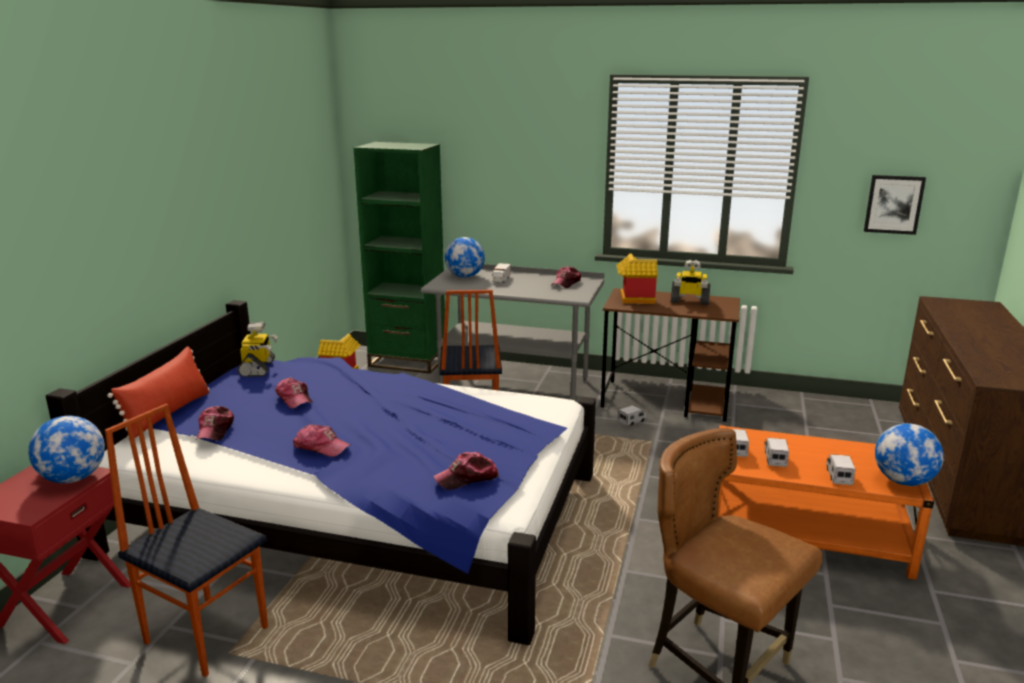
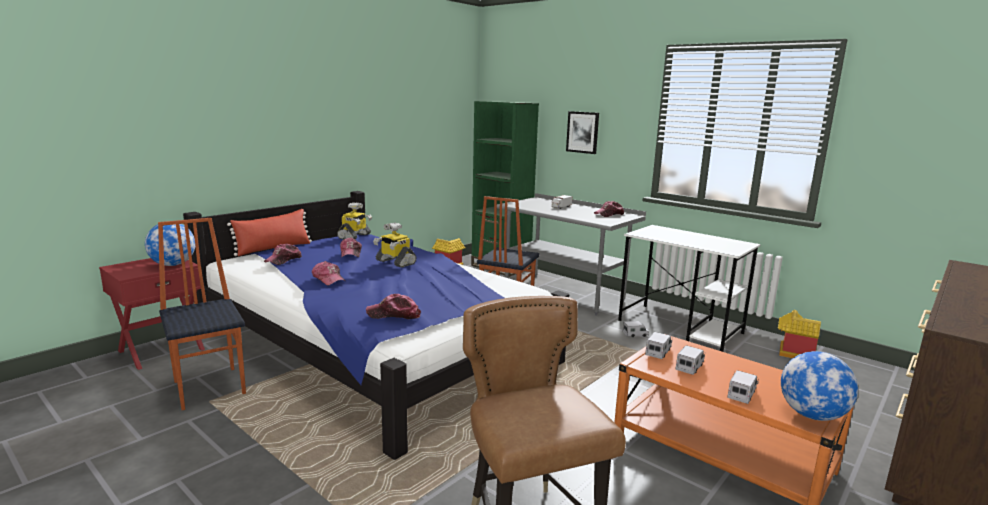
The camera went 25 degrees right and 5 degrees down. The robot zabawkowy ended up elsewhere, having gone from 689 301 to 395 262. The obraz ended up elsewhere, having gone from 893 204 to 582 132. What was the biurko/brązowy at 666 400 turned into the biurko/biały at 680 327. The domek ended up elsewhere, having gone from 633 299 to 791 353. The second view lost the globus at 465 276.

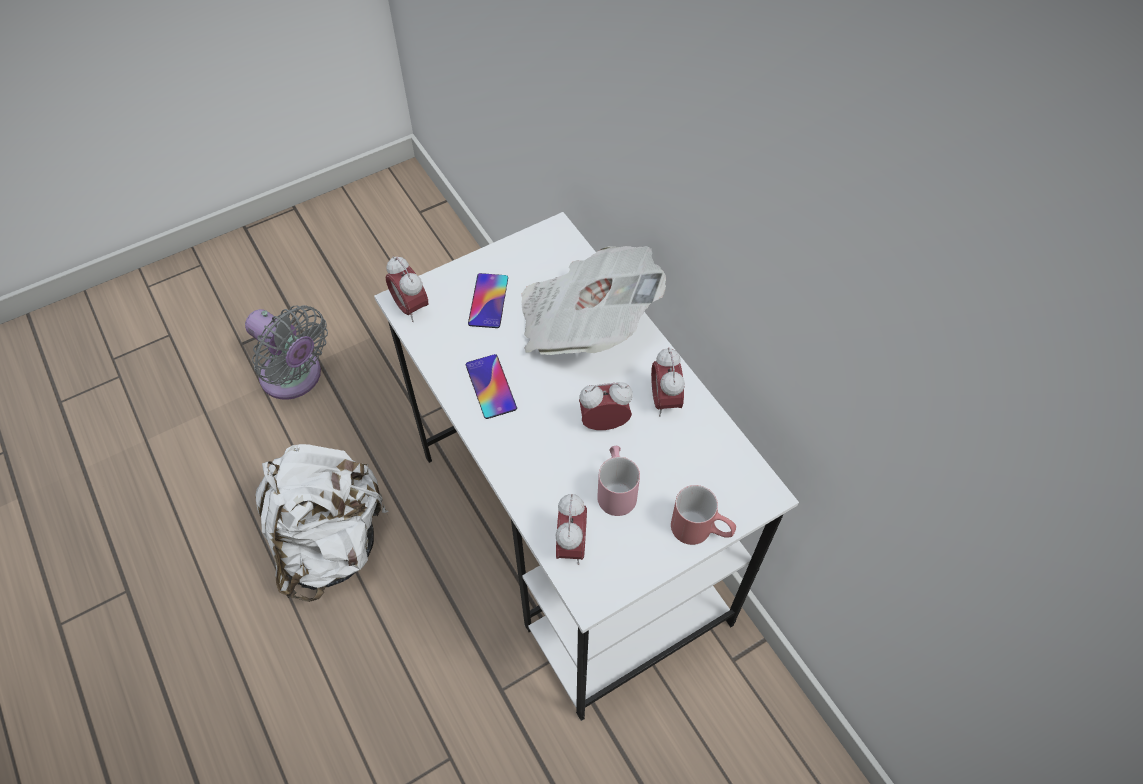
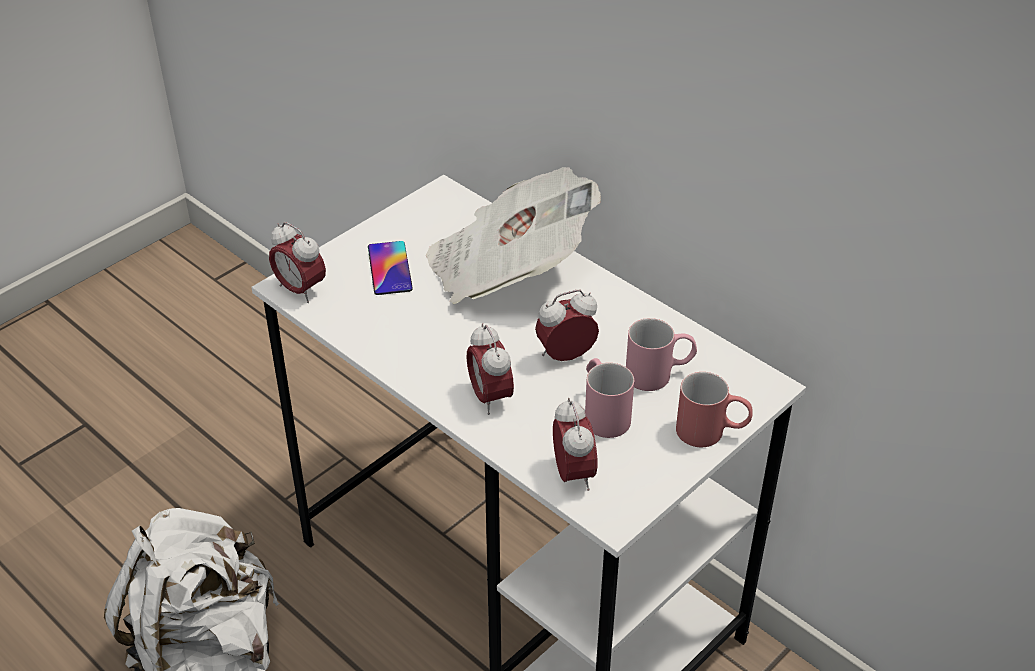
The camera went 15 degrees left and 15 degrees down. The budzik ended up elsewhere, having gone from 664 400 to 490 397. The second view gained the kubek/różowy at 659 374. The second view lost the wentylator/szary at 295 378. The second view lost the telefon at 491 386.

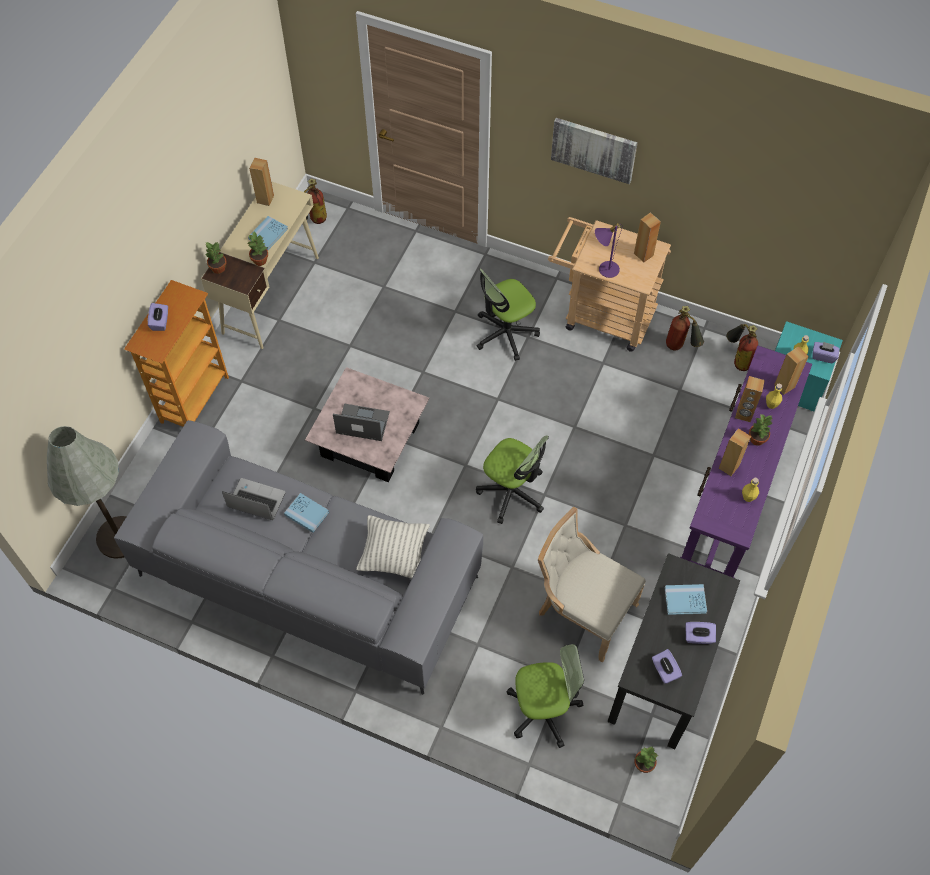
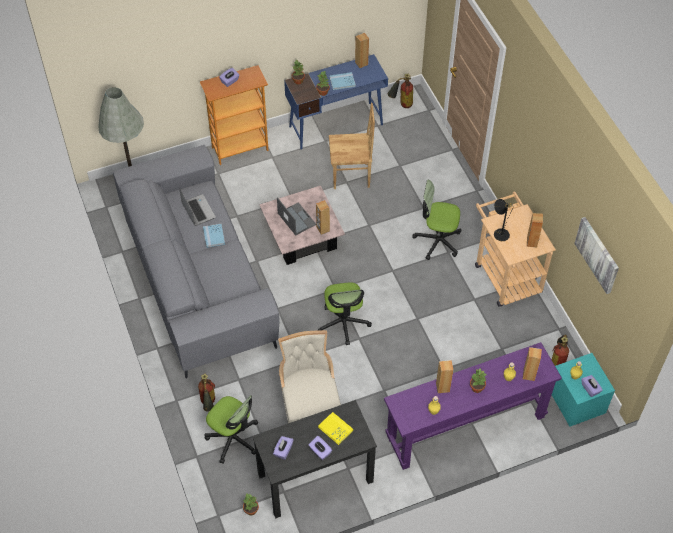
The camera went 45 degrees right and 5 degrees down. The gaśnica ended up elsewhere, having gone from 680 348 to 208 405. What was the biurko/beżowy at 271 294 turned into the biurko/niebieski at 336 125. The głośnik/brązowy ended up elsewhere, having gone from 744 414 to 322 229. What was the książka/niebieski at 685 600 turned into the książka/żółty at 335 429. The second view gained the krzesło/brązowy at 351 177. What was the lampa stołowa/fioletowy at 604 268 turned into the lampa stołowa/czarny at 499 232. The obraz ended up elsewhere, having gone from 594 149 to 597 254. The second view lost the poduszka at 394 554.

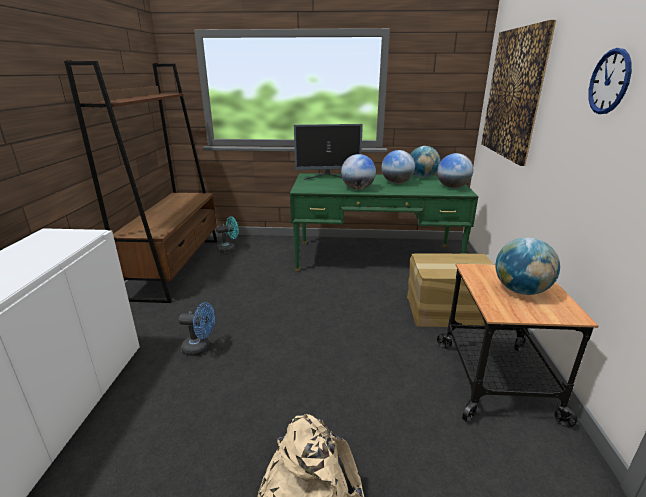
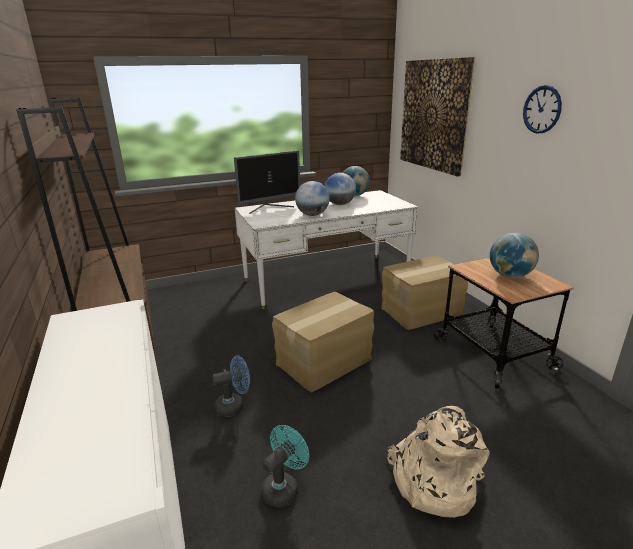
The camera went 25 degrees left and 0 degrees up. What was the biurko/zielony at 375 258 turned into the biurko/biały at 326 280. The wentylator/turkusowy ended up elsewhere, having gone from 229 249 to 284 487. The second view gained the karton at 325 362. The second view lost the globus at 452 187.

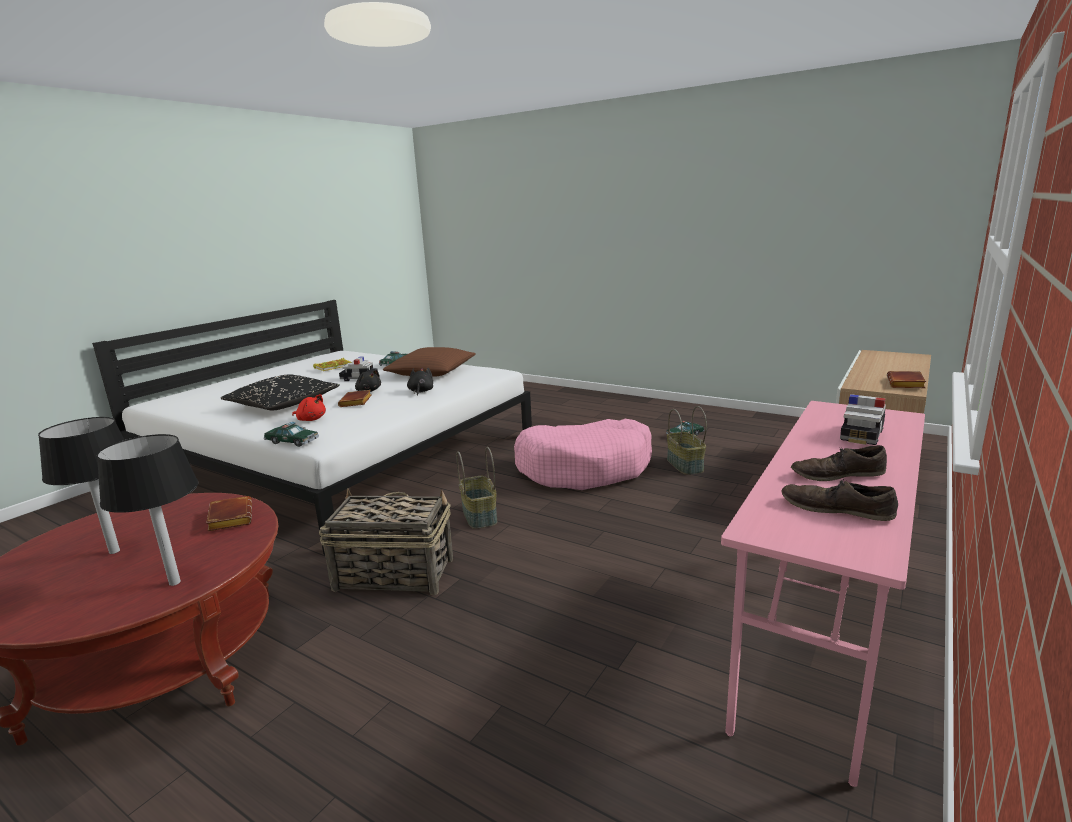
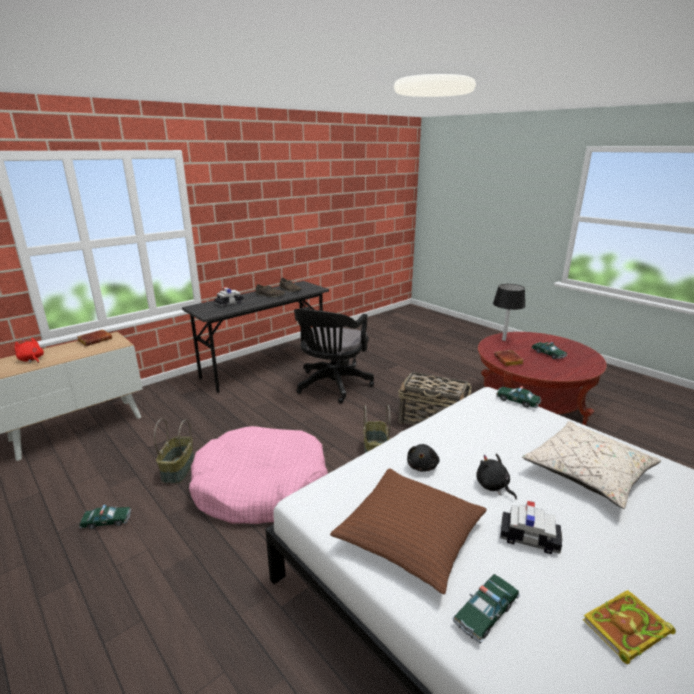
The camera went 165 degrees left and 5 degrees up. The pluszak/czerwony ended up elsewhere, having gone from 311 419 to 31 359. What was the biurko/różowy at 823 640 turned into the biurko/szary at 264 366. The second view gained the krzesło biurowe/czarny at 332 386. What was the poduszka/czarny at 283 405 turned into the poduszka/beżowy at 588 473. Where the lampa stołowa/czarny stood at 114 551, the samochodzik came to stand at 548 354. The second view lost the książka/brązowy at 356 402.

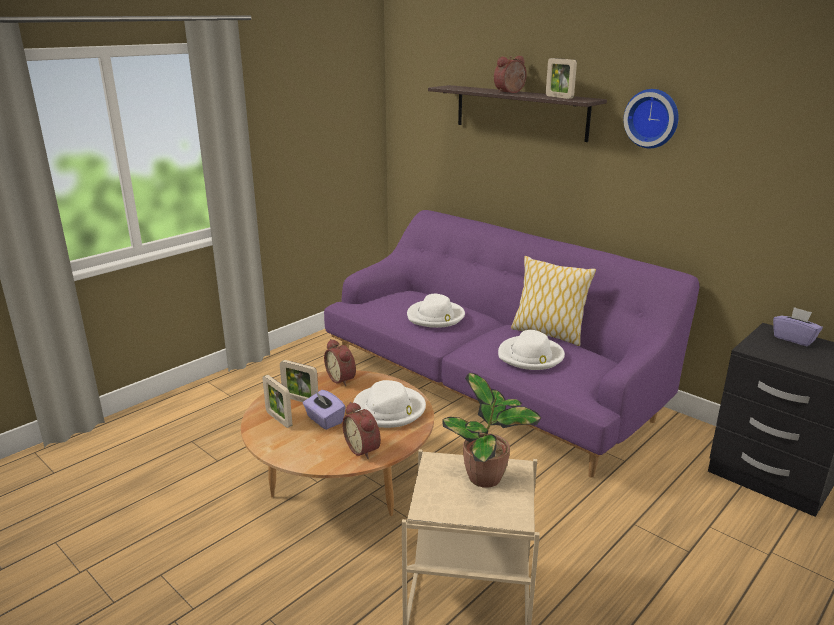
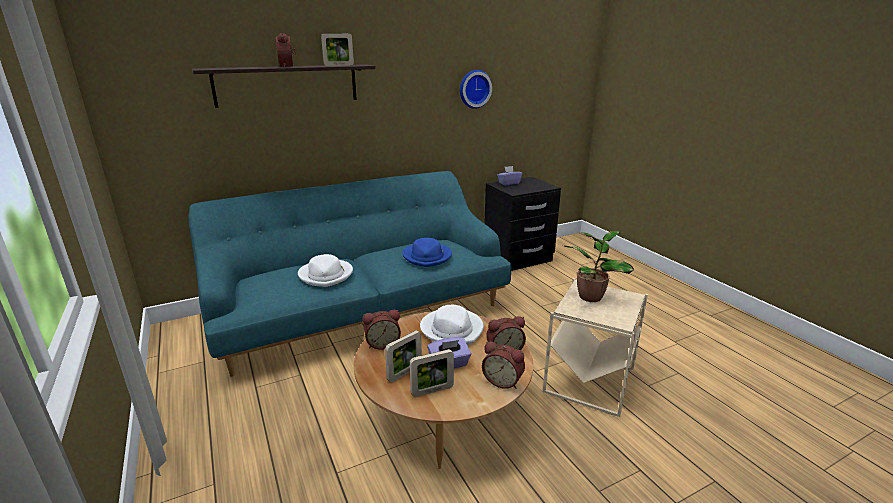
The camera went 70 degrees left and 0 degrees up. What was the kanapa/fioletowy at 490 385 turned into the kanapa/turkusowy at 361 311. What was the kapelusz/biały at 530 356 turned into the kapelusz/niebieski at 427 257. The zegar ścienny ended up elsewhere, having gone from 652 118 to 474 89. The second view gained the budzik at 503 380. The second view lost the poduszka at 548 333.

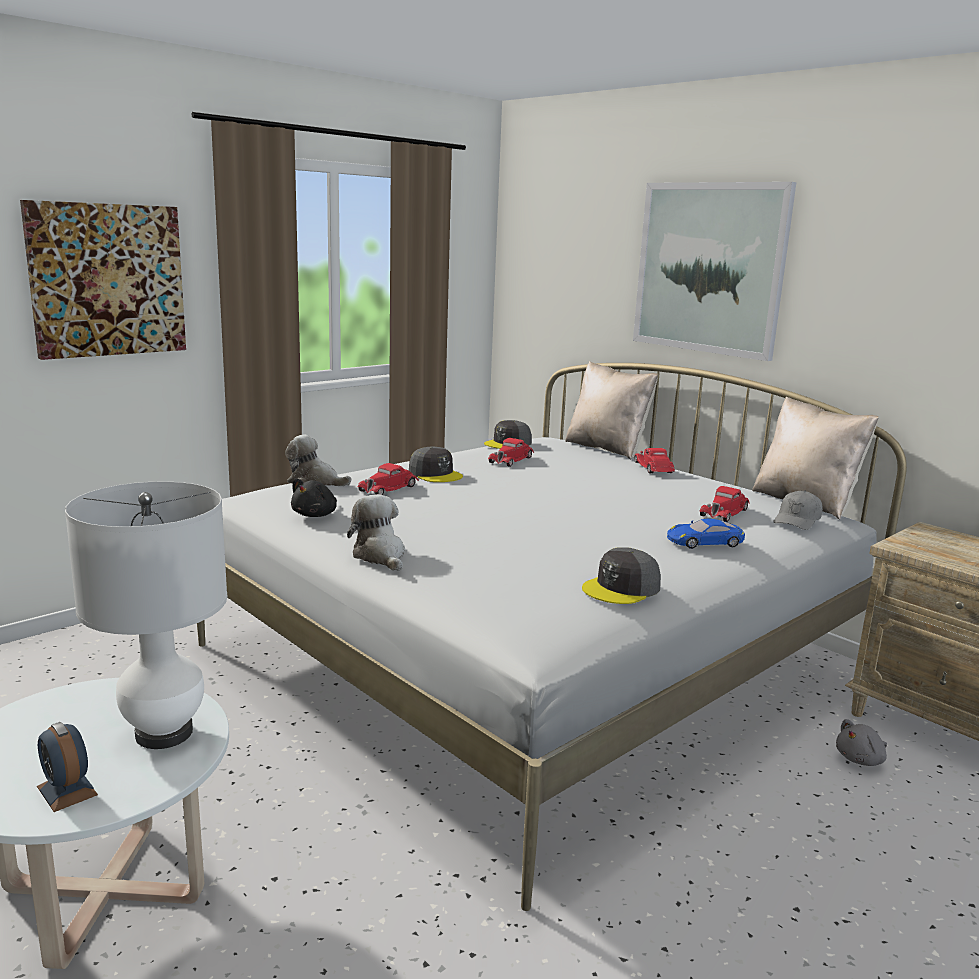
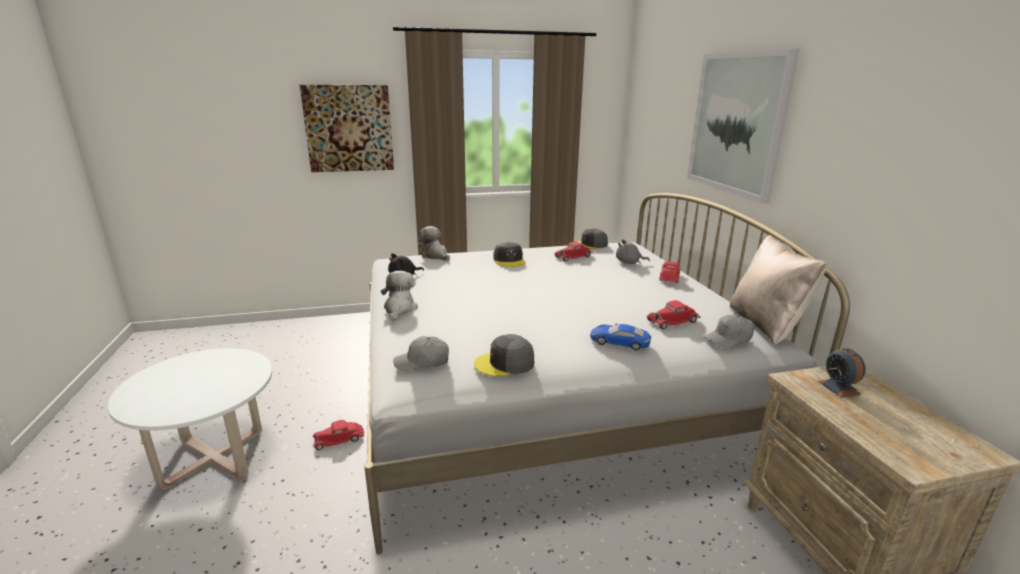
The camera went 30 degrees right and 5 degrees up. The samochodzik/czerwony ended up elsewhere, having gone from 389 488 to 339 439. The second view gained the czapka z daszkiem/szary at 422 362. The pluszak/szary ended up elsewhere, having gone from 861 759 to 629 262. The budzik ended up elsewhere, having gone from 67 790 to 839 387. The second view lost the lampa stołowa/biały at 164 733. The second view lost the poduszka/beżowy at 607 448.

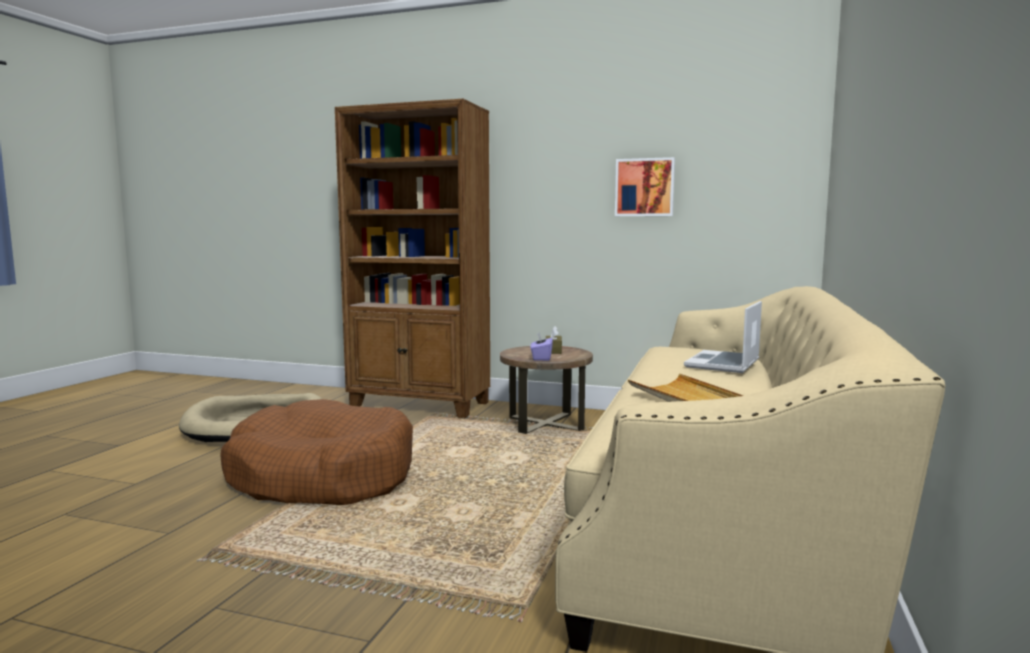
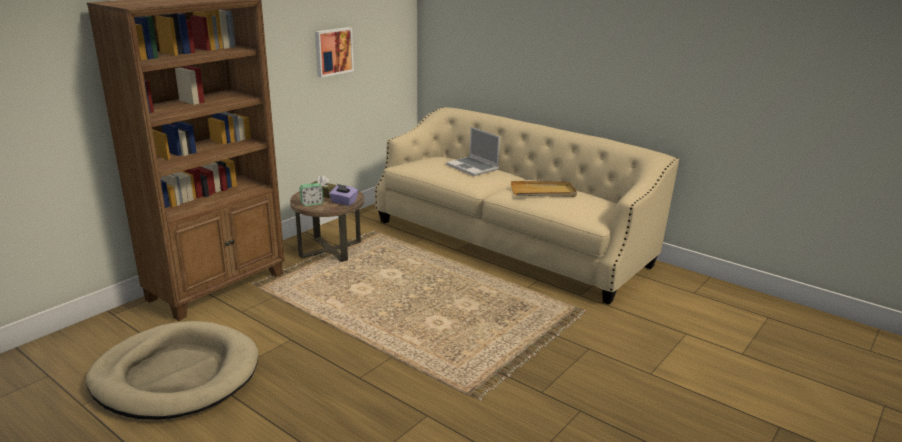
The camera went 70 degrees left and 15 degrees up. The second view gained the budzik at 312 203. The second view lost the legowisko/brązowy at 322 476.

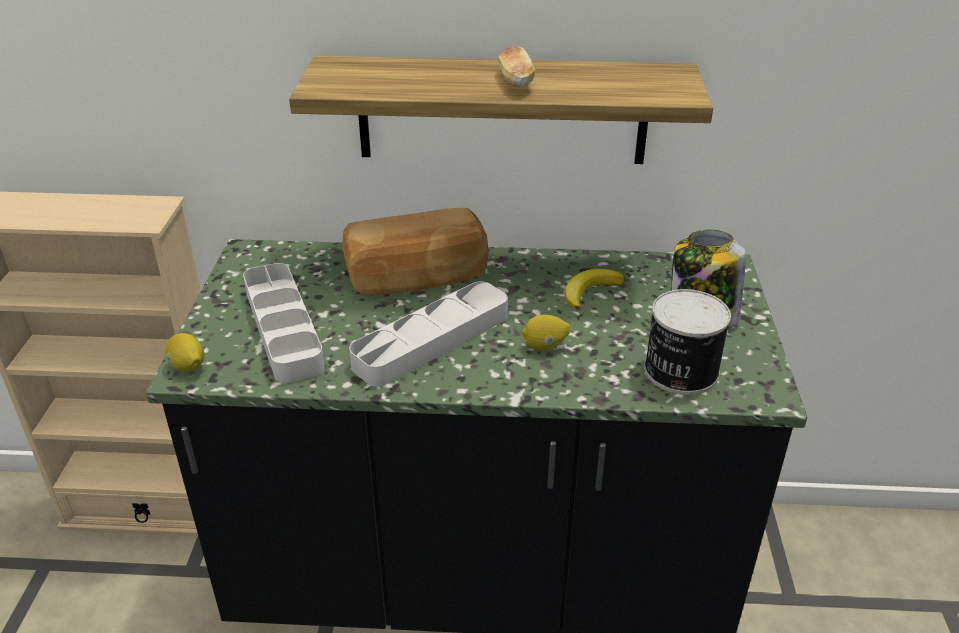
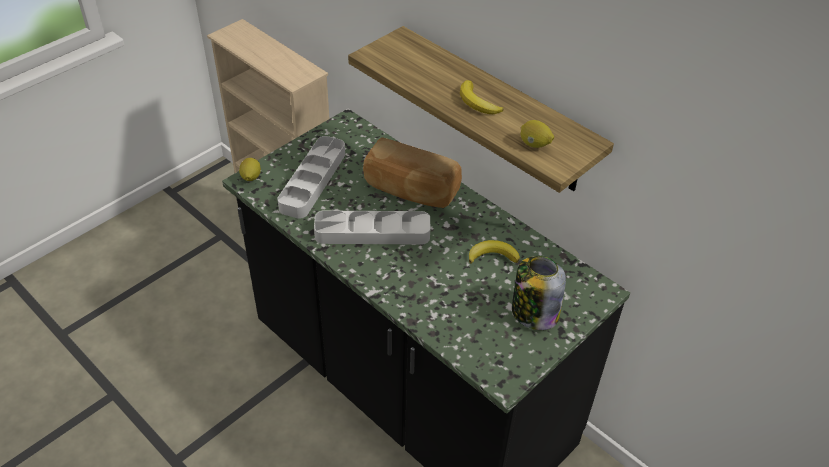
The camera went 40 degrees right and 10 degrees up. Where the chleb stood at 515 82, the banan came to stand at 477 102. The cytryna ended up elsewhere, having gone from 545 346 to 534 144. The second view lost the puszka at 679 371.

